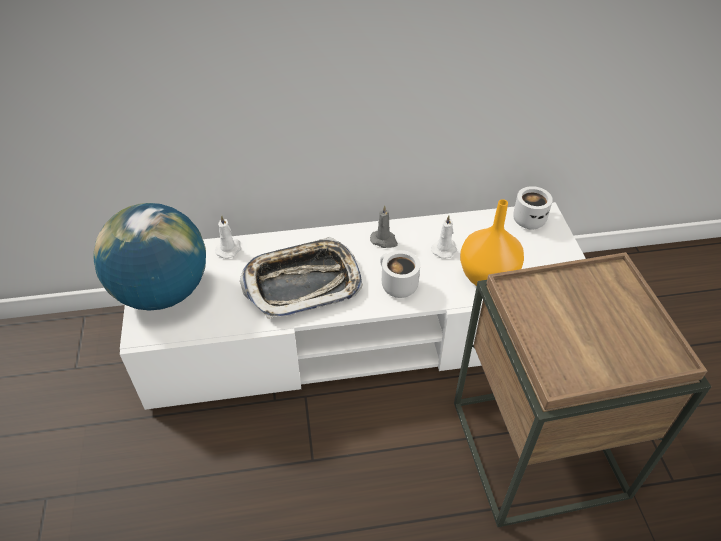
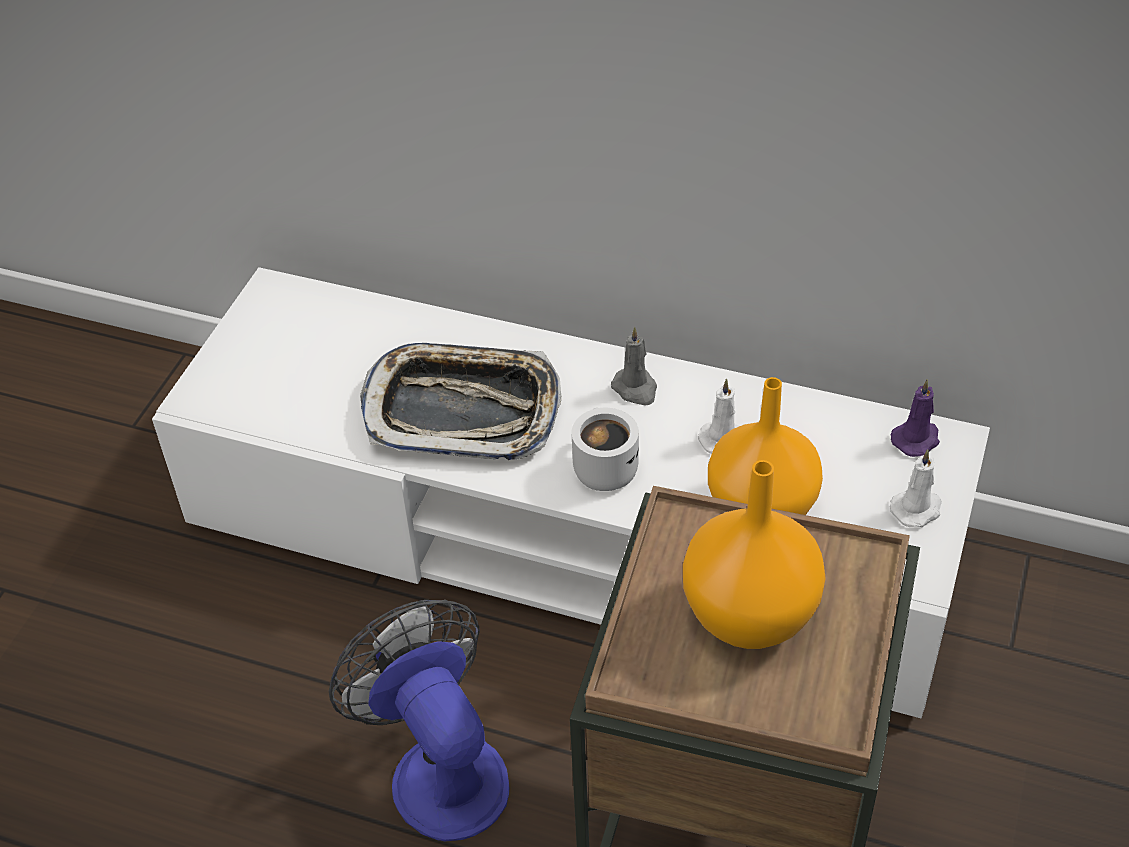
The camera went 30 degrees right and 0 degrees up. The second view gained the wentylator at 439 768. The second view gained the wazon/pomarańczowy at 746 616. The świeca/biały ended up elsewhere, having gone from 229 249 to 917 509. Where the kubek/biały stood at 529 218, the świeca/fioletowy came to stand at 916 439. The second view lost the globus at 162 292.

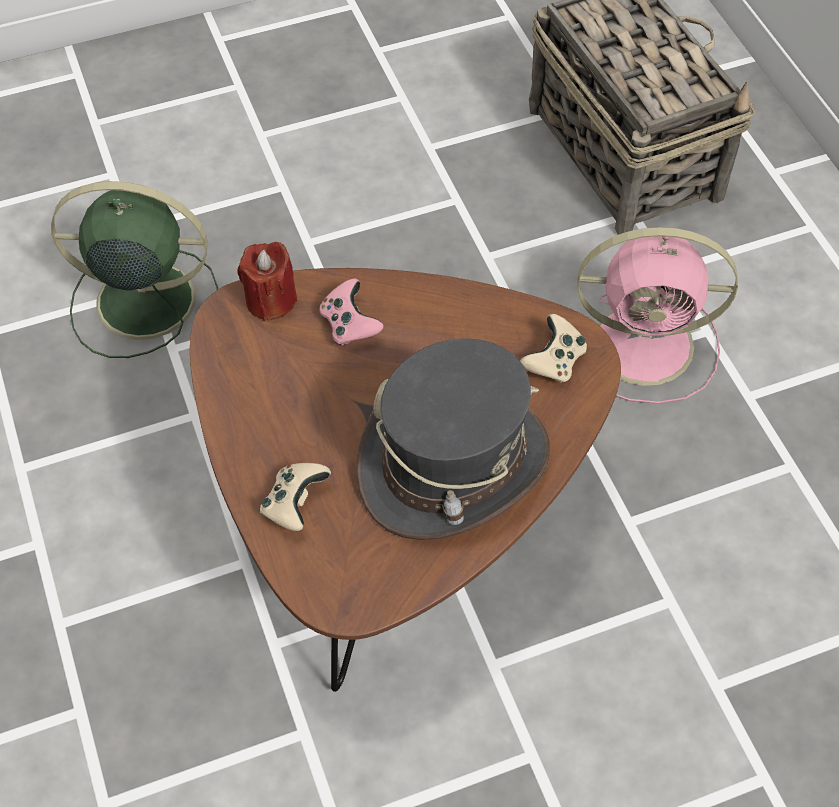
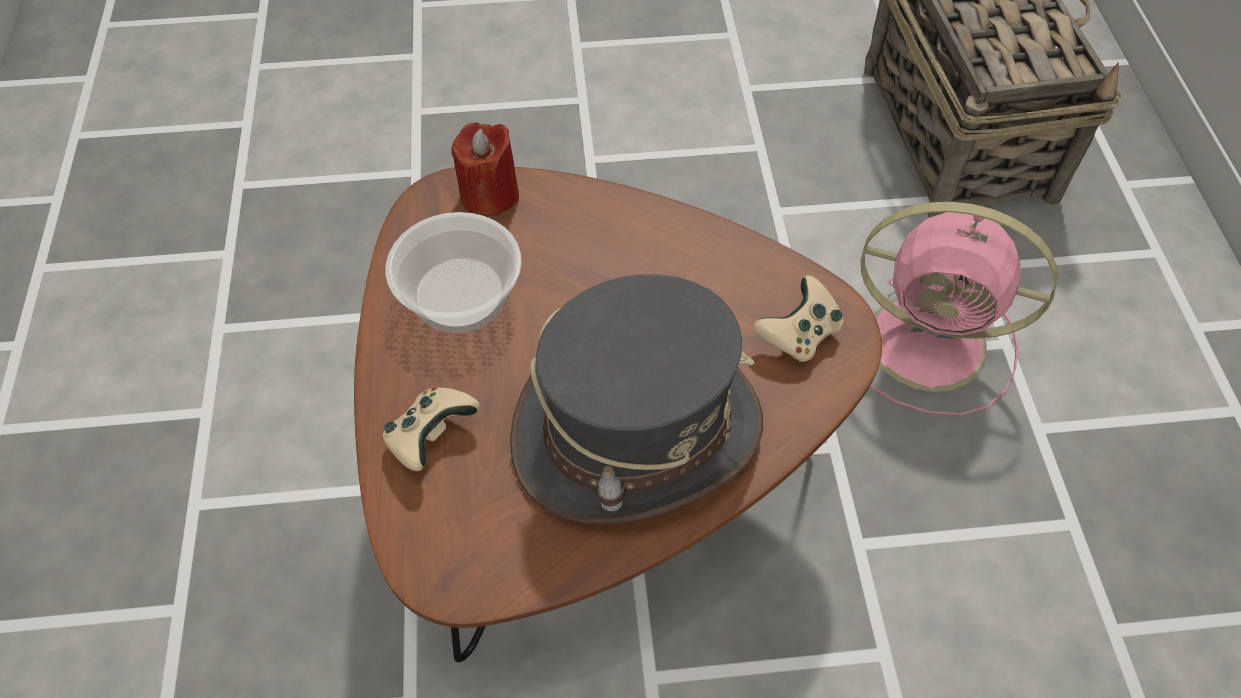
The camera went 15 degrees right and 0 degrees up. The second view gained the miska at 461 295. The second view lost the wentylator/zielony at 141 300. The second view lost the pad do gier/różowy at 349 325.

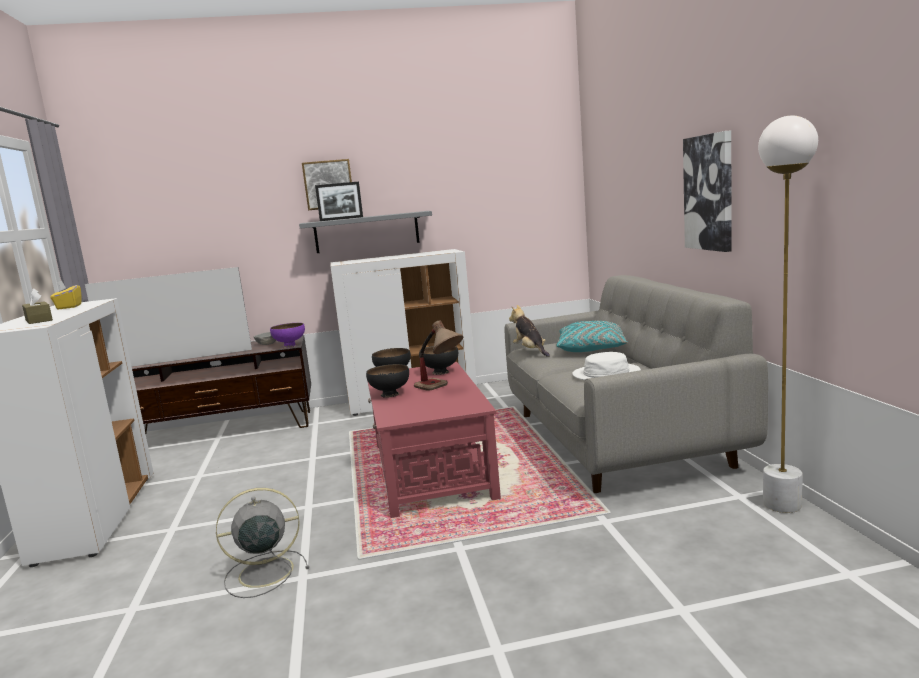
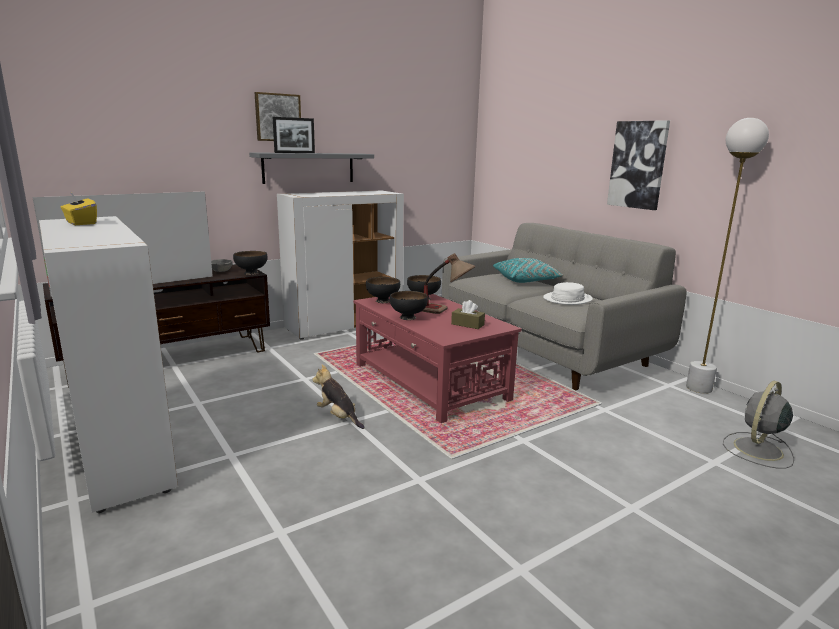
The camera went 25 degrees left and 5 degrees up. What was the miska/fioletowy at 289 346 turned into the miska/czarny at 251 273. The pluszak ended up elsewhere, having gone from 530 351 to 338 417. The pudełko chusteczek/brązowy ended up elsewhere, having gone from 39 320 to 467 324. The wentylator/szary ended up elsewhere, having gone from 263 573 to 757 450.

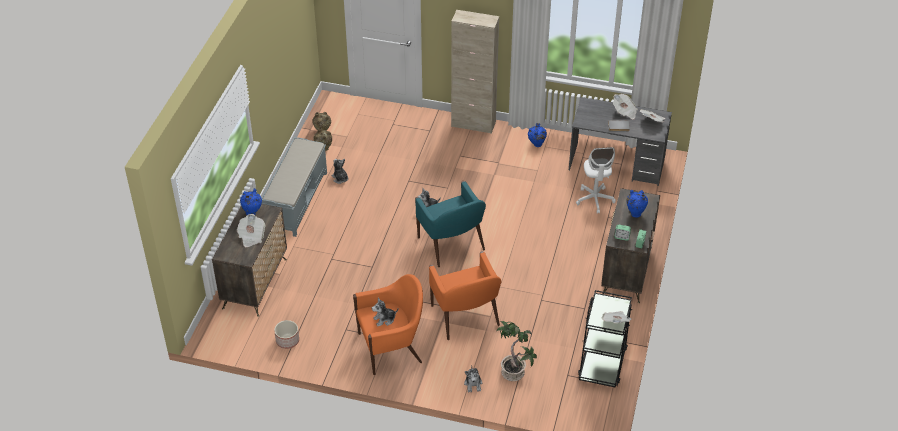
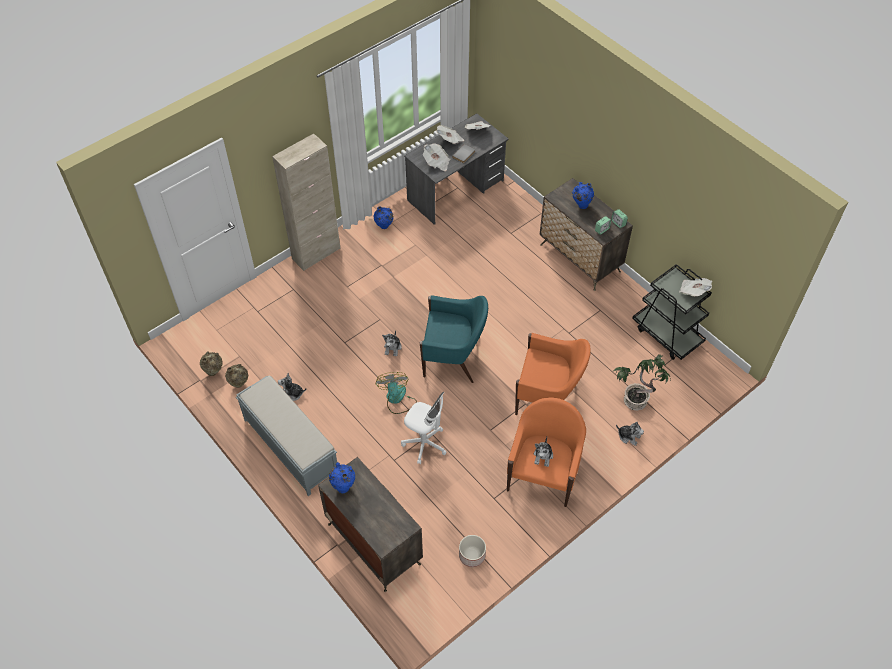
The camera went 55 degrees left and 10 degrees up. The second view gained the wentylator at 397 399. The krzesło biurowe/biały ended up elsewhere, having gone from 595 200 to 425 443. The gazeta ended up elsewhere, having gone from 251 236 to 436 163.

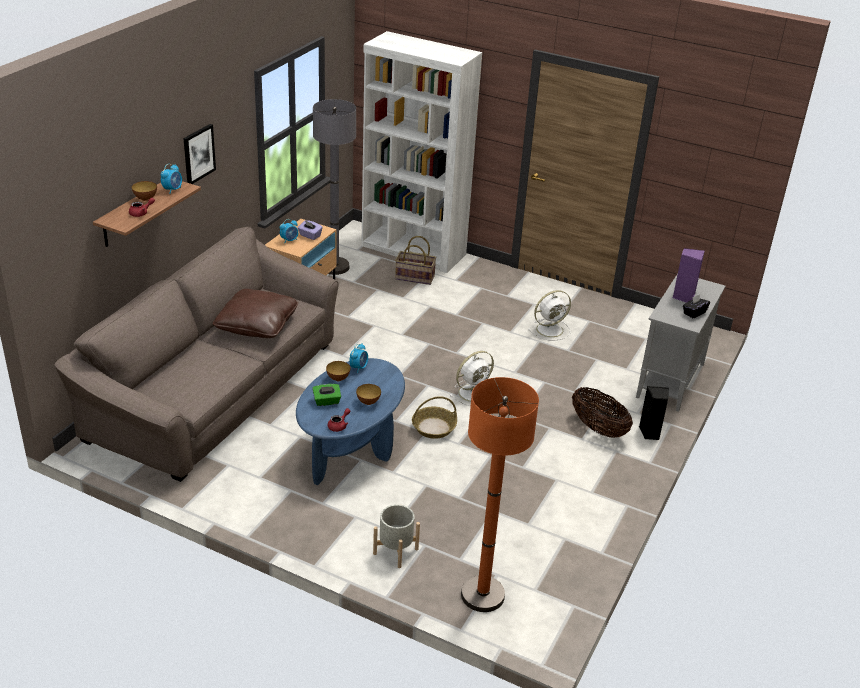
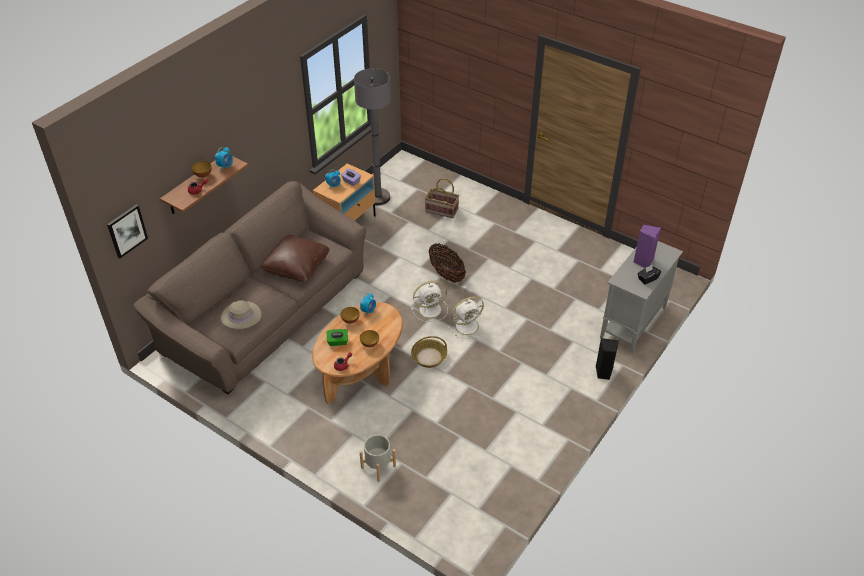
The camera went 10 degrees right and 10 degrees up. The obraz ended up elsewhere, having gone from 198 154 to 127 230. The second view gained the kapelusz/beżowy at 241 316. What was the ława/niebieski at 351 447 turned into the ława/brązowy at 361 371. The wentylator/biały ended up elsewhere, having gone from 550 329 to 431 309. The koszyk ended up elsewhere, having gone from 598 429 to 446 274. The second view lost the regał/biały at 413 250. The second view lost the lampa stojąca/pomarańczowy at 482 595.

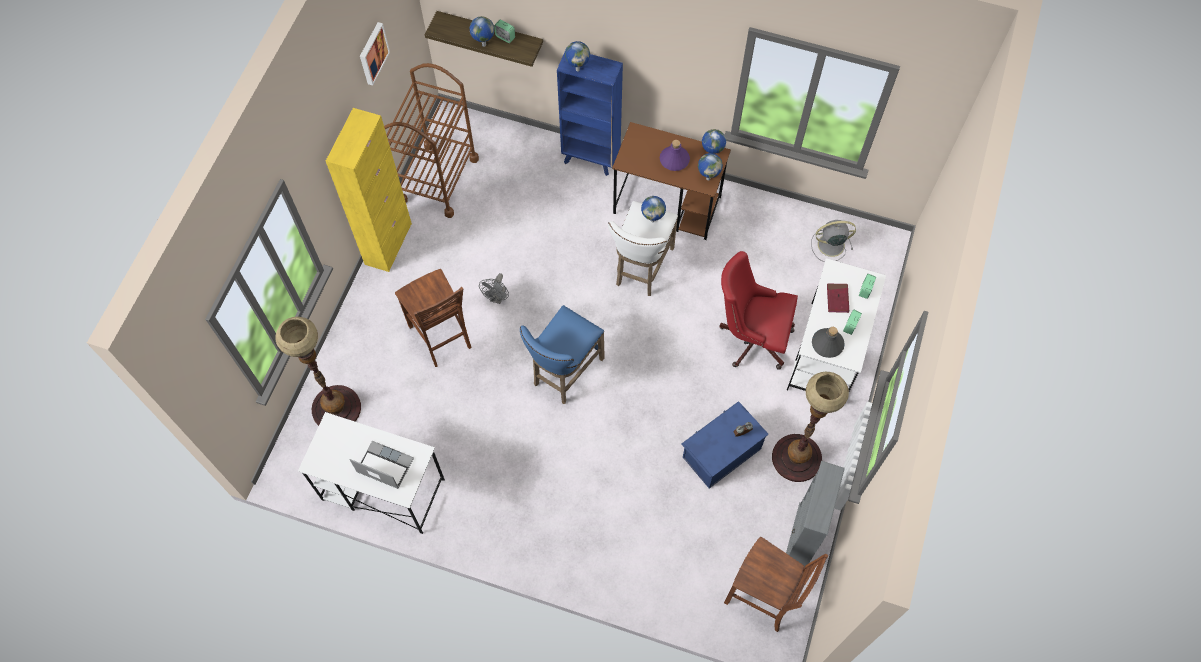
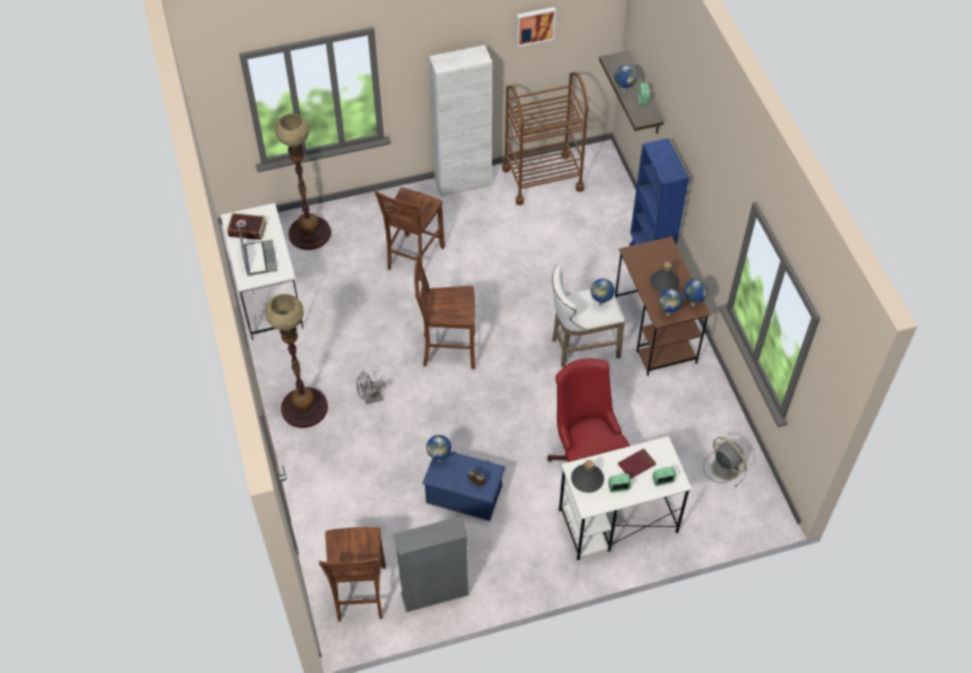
The camera went 55 degrees right and 10 degrees down. The second view gained the książka at 247 230. The lampa stojąca ended up elsewhere, having gone from 796 458 to 304 407. The wentylator/szary ended up elsewhere, having gone from 497 298 to 370 399. Where the stołek/niebieski stood at 564 373, the krzesło/brązowy came to stand at 447 350. The globus ended up elsewhere, having gone from 577 69 to 440 459. What was the szafka/żółty at 388 244 turned into the szafka/biały at 463 183. What was the butelka/fioletowy at 674 159 turned into the butelka/szary at 664 283.

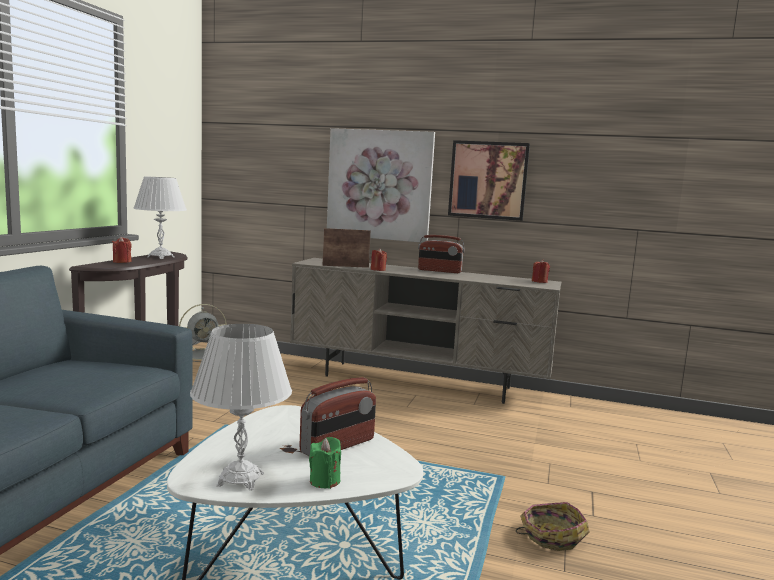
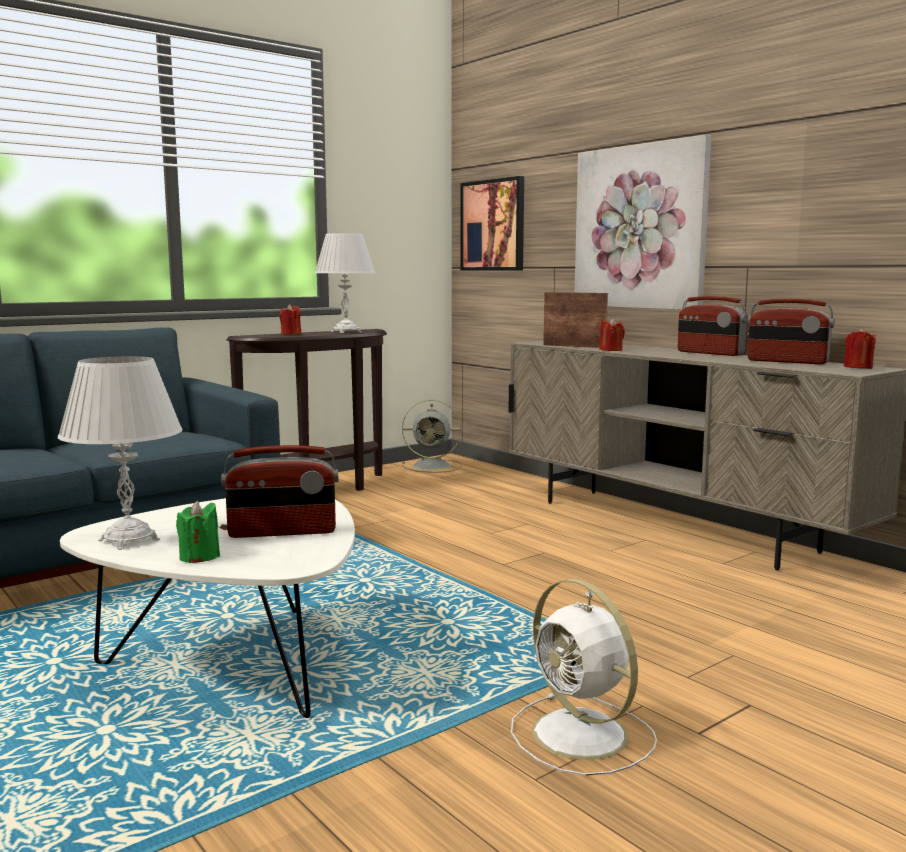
The camera went 35 degrees right and 0 degrees up. The obraz ended up elsewhere, having gone from 488 180 to 493 225. Where the koszyk stood at 551 536, the wentylator/biały came to stand at 583 736. The second view gained the radio at 787 362.

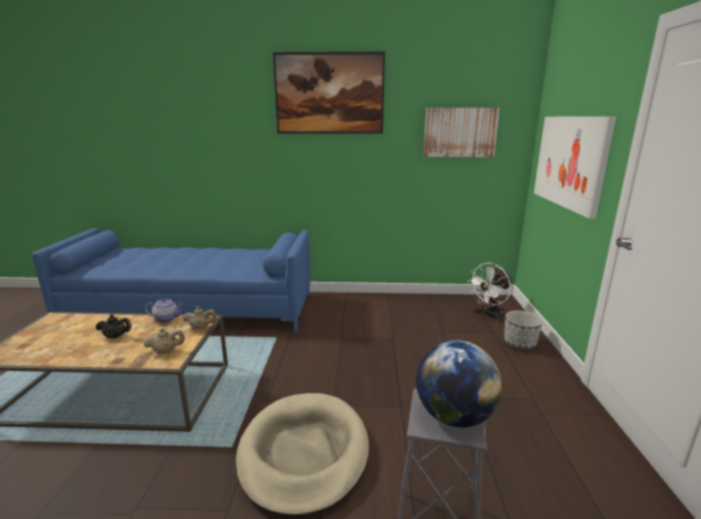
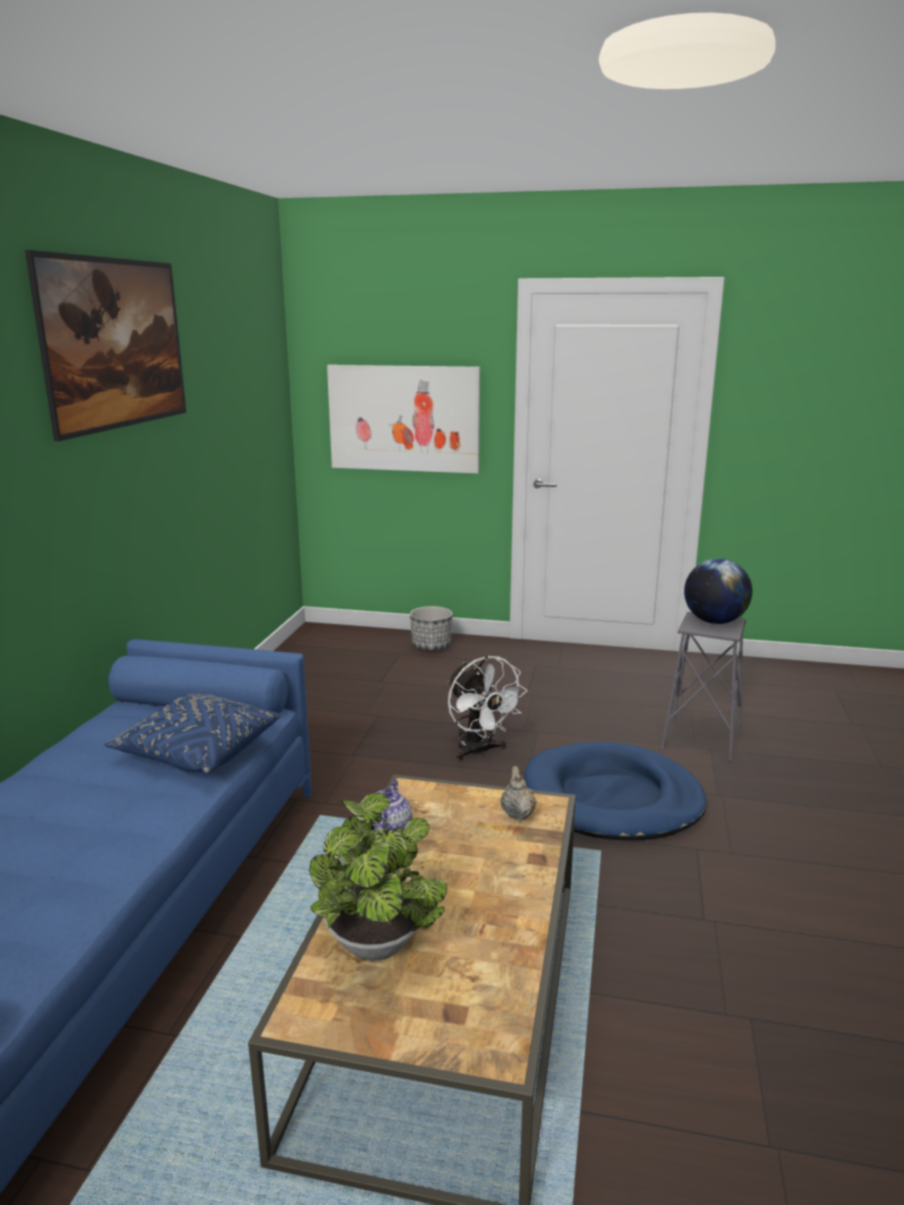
The camera went 80 degrees left and 0 degrees up. The second view gained the poduszka/niebieski at 197 752. The second view gained the roślina doniczkowa at 377 949. The wentylator/biały ended up elsewhere, having gone from 489 315 to 479 751. What was the legowisko/beżowy at 304 454 turned into the legowisko/niebieski at 612 798. The second view lost the imbryk/czarny at 116 337. The second view lost the imbryk/beżowy at 201 328. The second view lost the obraz at 460 132.

